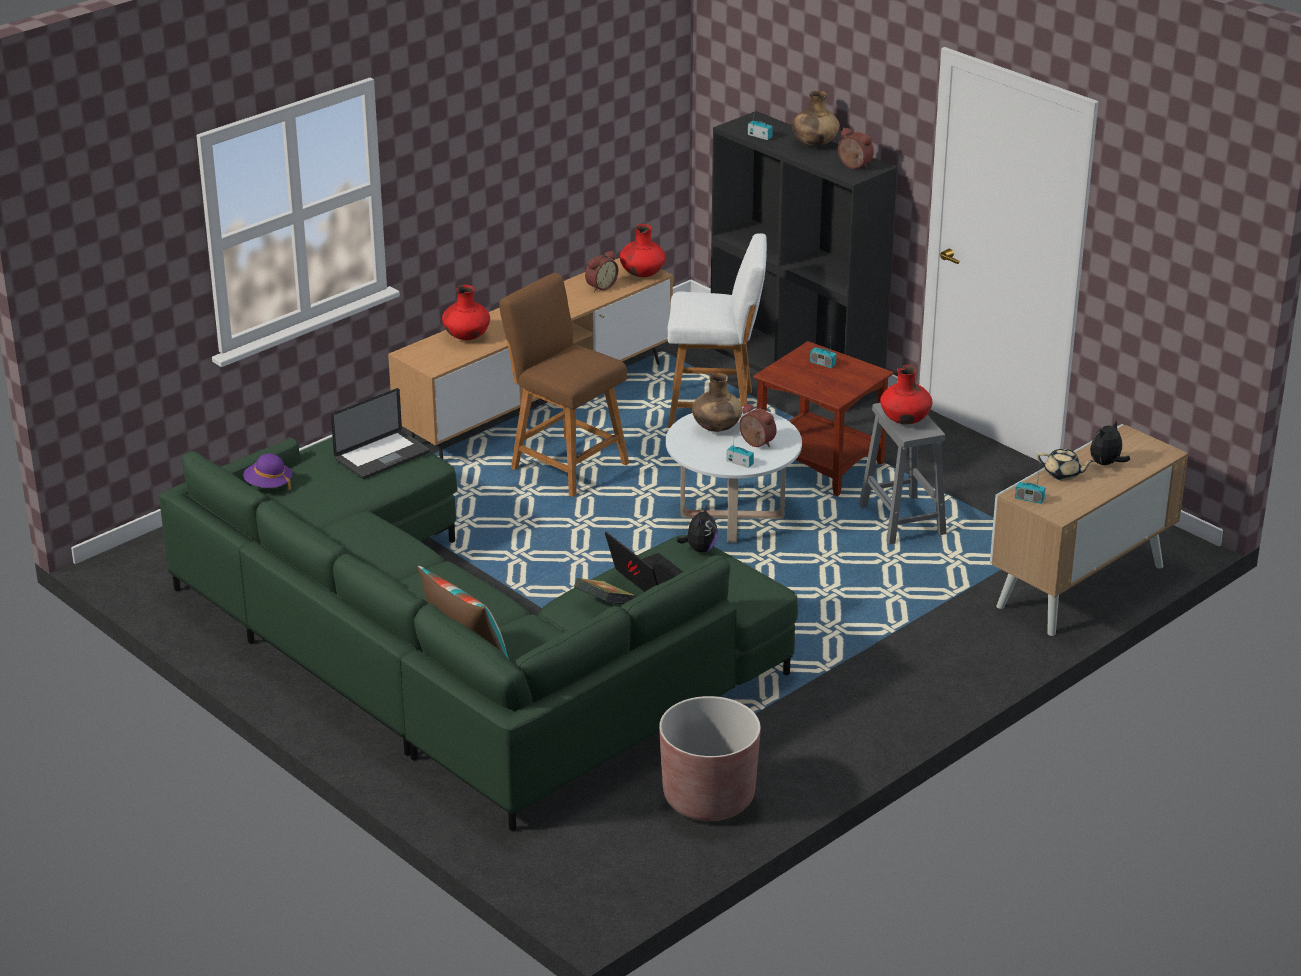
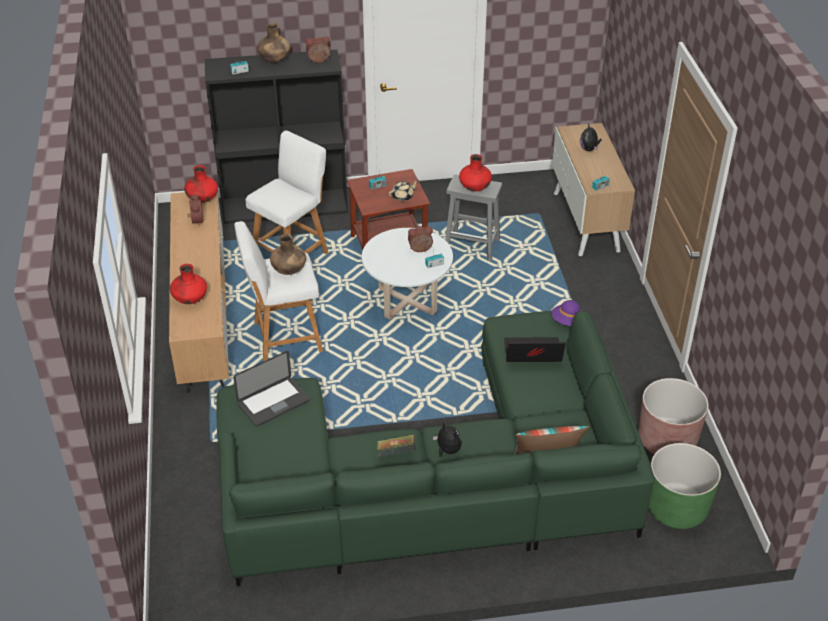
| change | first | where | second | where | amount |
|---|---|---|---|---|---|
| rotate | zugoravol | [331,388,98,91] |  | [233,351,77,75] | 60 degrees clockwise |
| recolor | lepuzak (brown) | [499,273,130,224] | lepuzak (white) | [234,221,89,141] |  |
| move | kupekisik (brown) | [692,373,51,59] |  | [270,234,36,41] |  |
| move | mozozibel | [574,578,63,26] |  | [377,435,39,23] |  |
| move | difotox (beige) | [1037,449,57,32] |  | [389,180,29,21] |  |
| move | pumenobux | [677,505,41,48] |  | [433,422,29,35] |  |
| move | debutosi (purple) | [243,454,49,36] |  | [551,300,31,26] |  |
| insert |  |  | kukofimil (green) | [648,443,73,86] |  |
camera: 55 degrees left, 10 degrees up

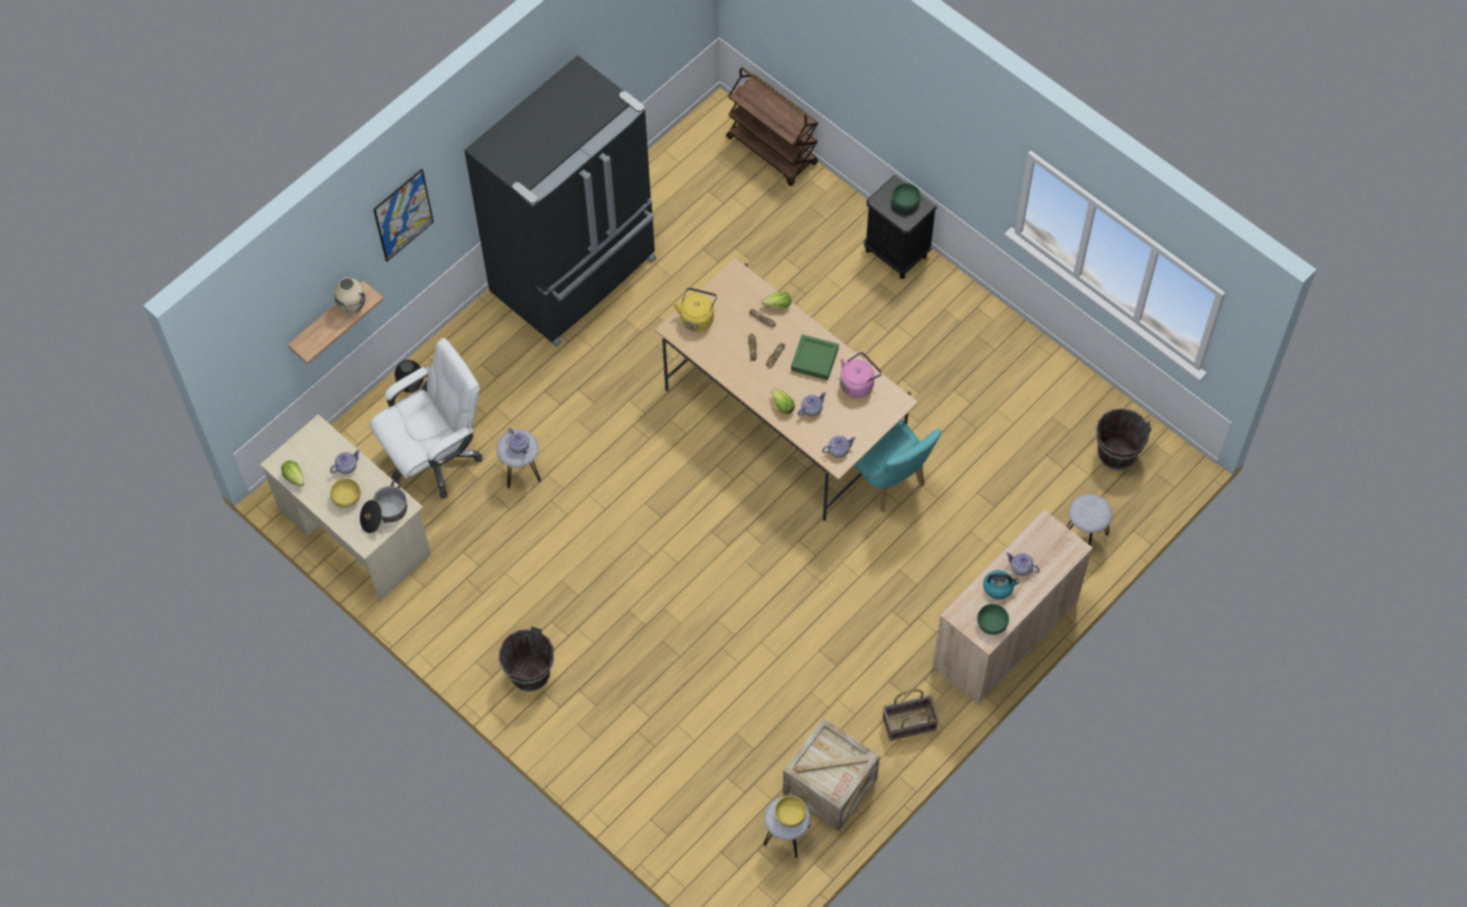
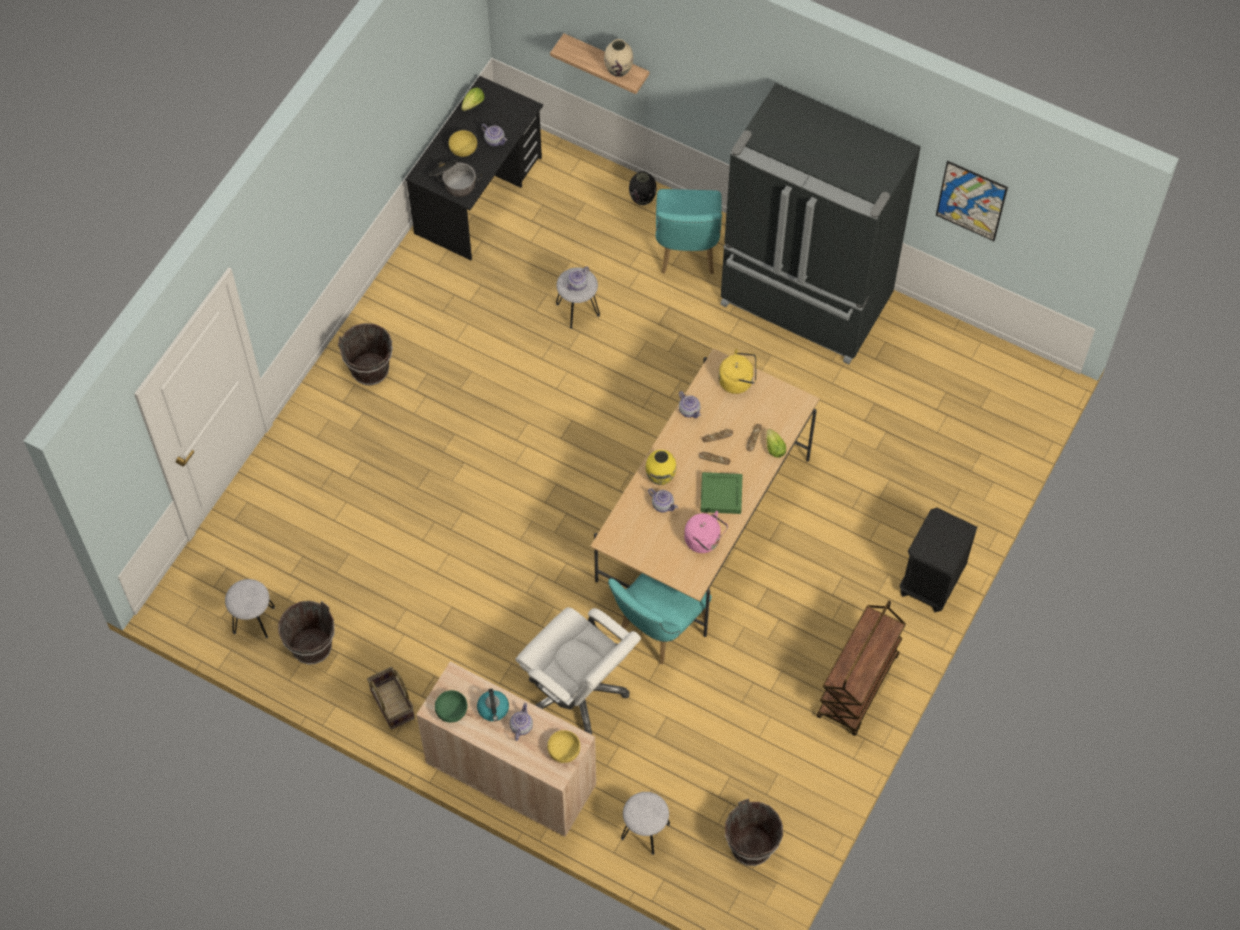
| change | first | where | second | where | amount |
|---|---|---|---|---|---|
| replace | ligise | [783,718,97,114] | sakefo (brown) | [278,601,57,63] |  |
| recolor | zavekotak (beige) | [260,414,171,187] | zavekotak (black) | [405,76,138,184] |  |
| move | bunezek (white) | [370,338,113,161] |  | [515,607,126,128] |  |
| move | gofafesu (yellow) | [775,796,32,31] |  | [547,730,33,33] |  |
| replace | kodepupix | [771,388,24,26] | kupekisik (yellow) | [646,450,30,35] |  |
| insert |  |  | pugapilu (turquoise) | [656,189,66,85] |  |
| move | difotox | [822,436,34,22] |  | [679,391,22,27] |  |
| move | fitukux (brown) | [726,67,92,119] |  | [816,600,90,136] |  |
| move | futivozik | [373,169,61,92] |  | [936,161,72,80] |  |
| delete | gofafesu (green) | [892,183,29,27] |  |  |  |
camera: 75 degrees right, 0 degrees up

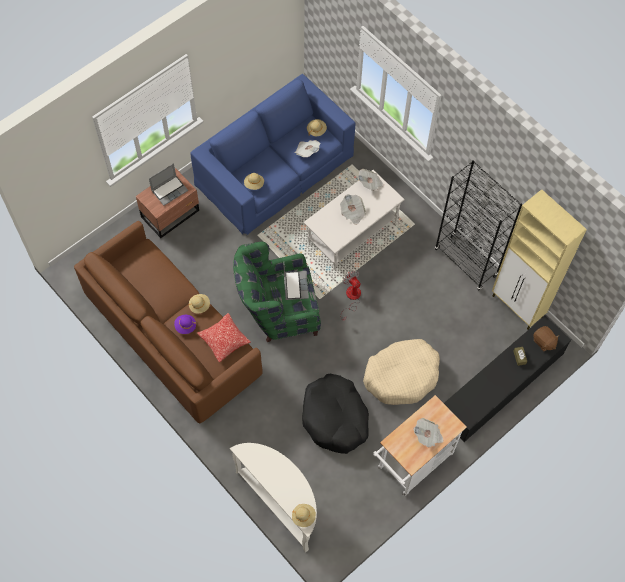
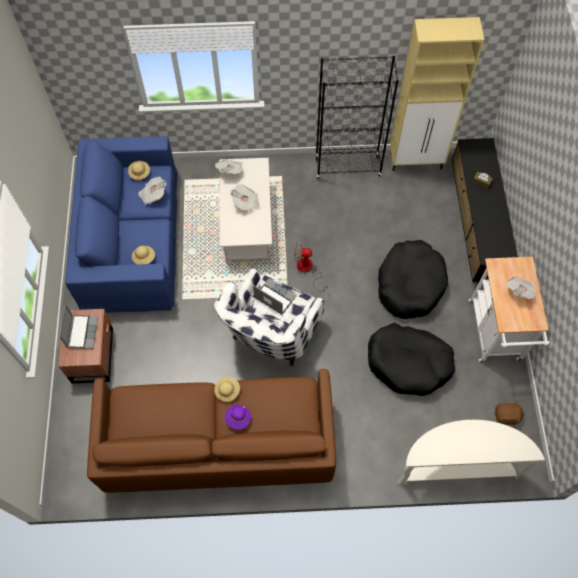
| change | first | where | second | where | amount |
|---|---|---|---|---|---|
| recolor | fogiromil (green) | [233,242,88,100] | fogiromil (white) | [214,269,110,97] |  |
| recolor | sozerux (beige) | [363,339,77,66] | sozerux (black) | [378,240,70,79] |  |
| move | pumenobux (brown) | [533,326,26,25] |  | [495,401,30,24] |  |
| delete | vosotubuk | [197,313,53,49] |  |  |  |
| delete | debutosi (beige) | [292,504,24,23] |  |  |  |
camera: 50 degrees left, 0 degrees up

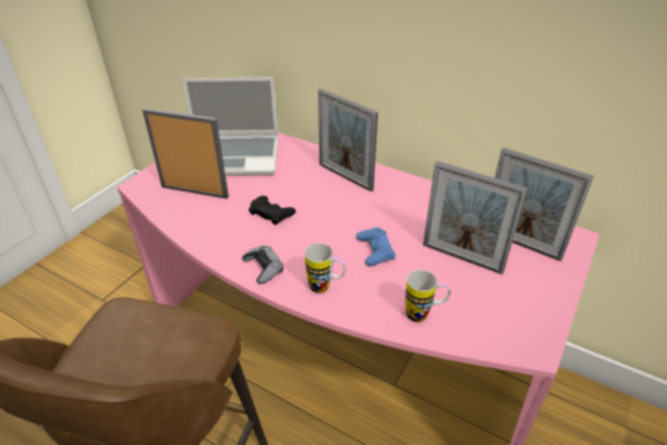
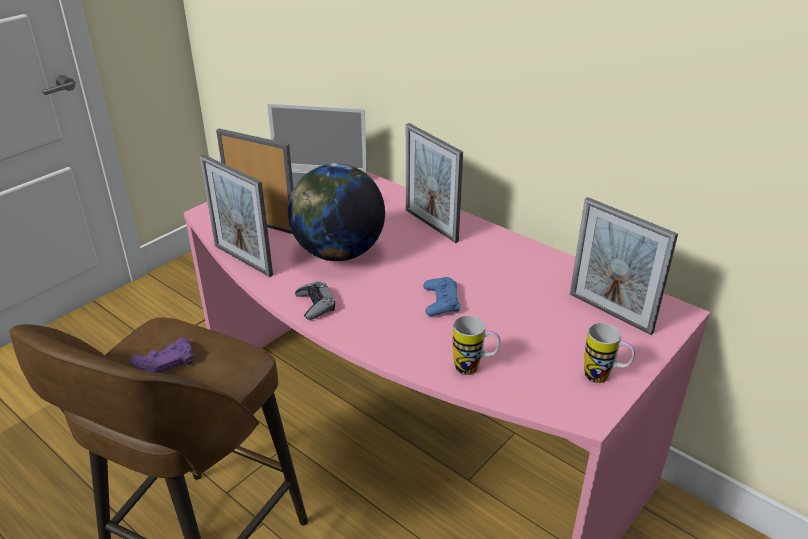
| change | first | where | second | where | amount |
|---|---|---|---|---|---|
| insert |  |  | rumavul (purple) | [130,337,63,36] |  |
| move | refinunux | [423,161,105,114] |  | [200,154,73,123] |  |
| replace | rumavul (black) | [249,196,47,29] | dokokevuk | [288,163,97,98] |  |
| move | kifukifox | [305,243,41,50] |  | [584,323,51,60] |  |
camera: 10 degrees right, 5 degrees down

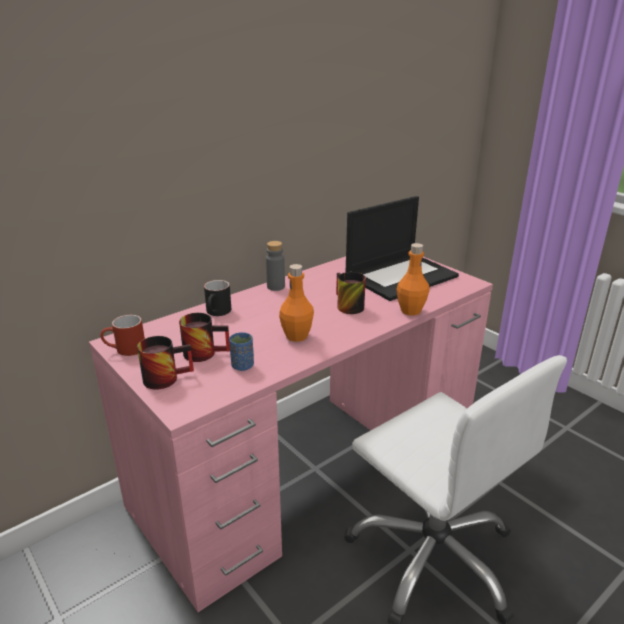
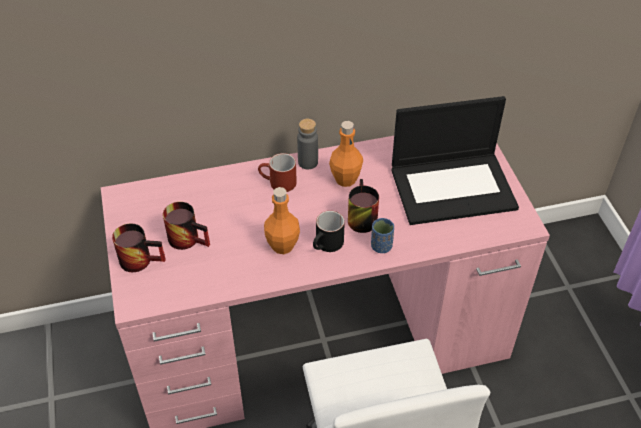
| change | first | where | second | where | amount |
|---|---|---|---|---|---|
| move | kifukifox (red) | [100,315,45,41] |  | [258,153,39,39] |  |
| move | kifukifox (black) | [204,280,27,36] |  | [313,211,32,41] |  |
| move | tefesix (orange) | [397,243,33,73] |  | [329,121,34,66] |  |
| move | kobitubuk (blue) | [229,332,25,39] |  | [371,218,23,35] |  |
camera: 25 degrees right, 20 degrees up

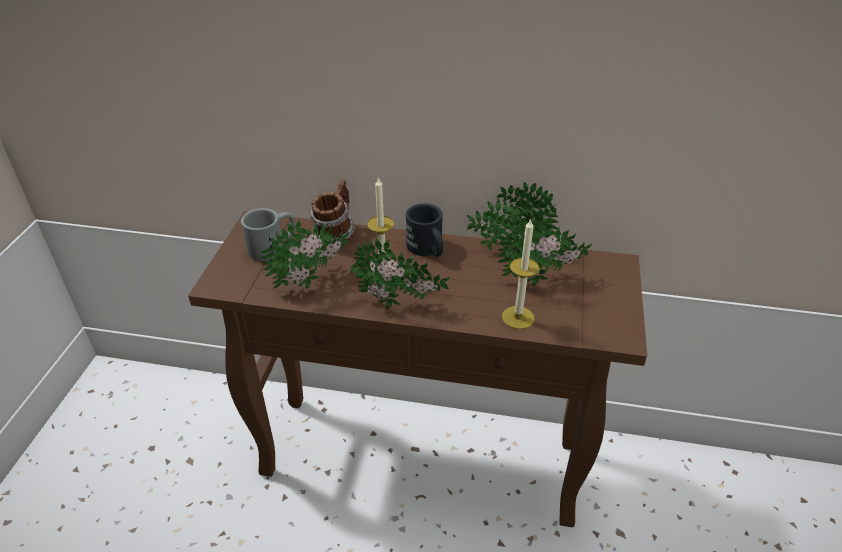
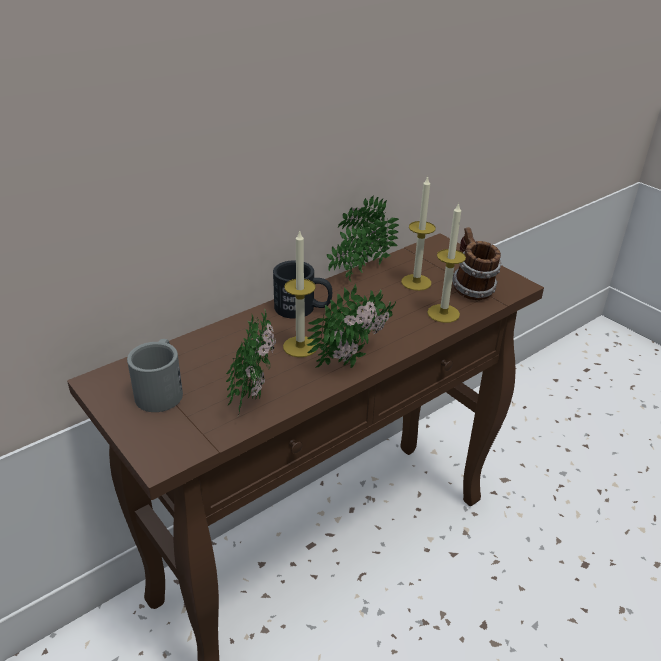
| change | first | where | second | where | amount |
|---|---|---|---|---|---|
| replace | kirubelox | [497,217,95,69] | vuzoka | [401,176,35,115] |  |
| move | kifukifox | [310,179,45,65] |  | [452,227,49,73] |  |
camera: 50 degrees left, 5 degrees down

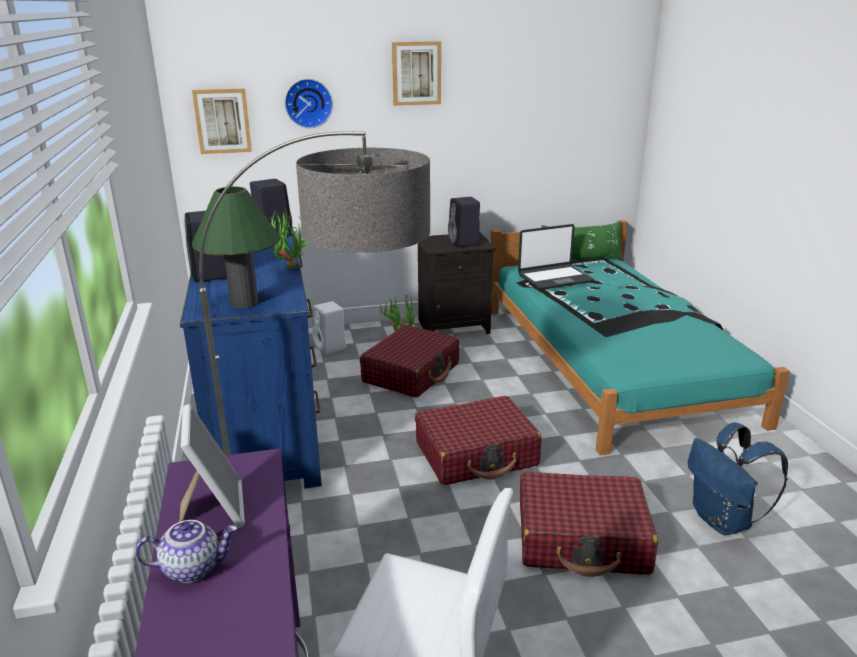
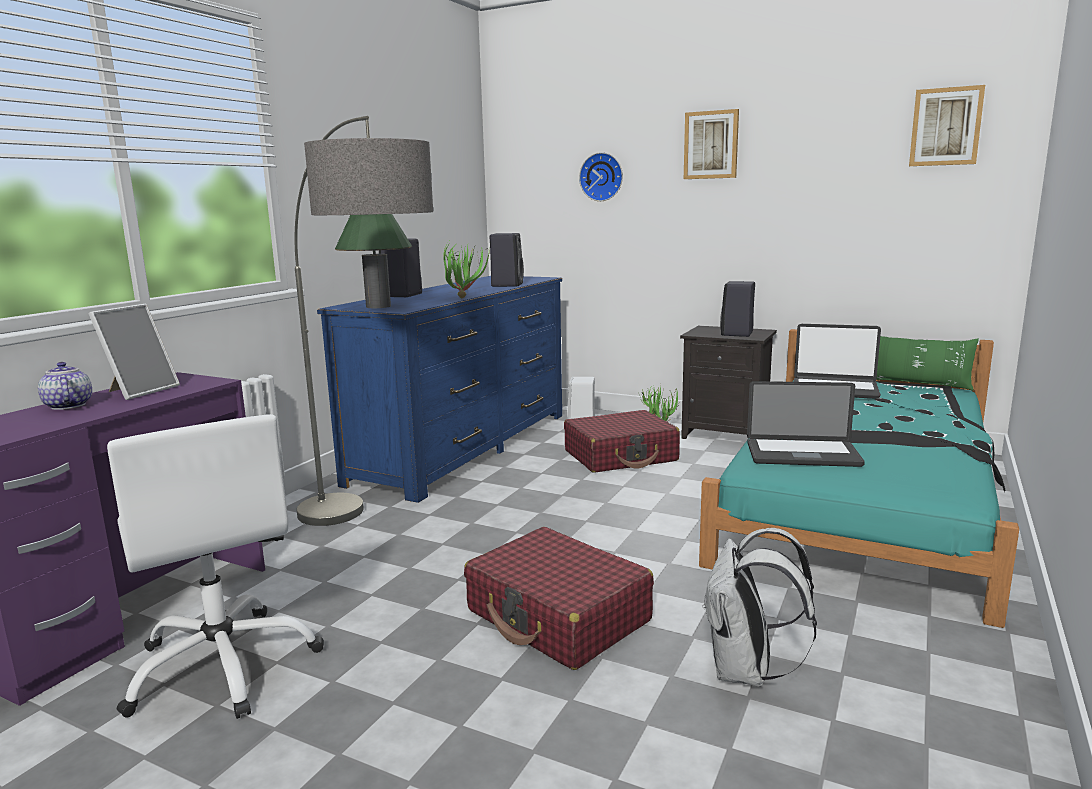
| change | first | where | second | where | amount |
|---|---|---|---|---|---|
| rotate | difotox | [135,520,103,63] |  | [38,362,54,48] | 150 degrees counterclockwise |
| recolor | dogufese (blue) | [688,422,100,113] | dogufese (white) | [702,528,115,158] |  |
| insert |  |  | zugoravol | [747,381,118,86] |  |
| move | futivozik | [192,88,60,66] |  | [909,85,76,81] |  |
| delete | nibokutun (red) | [415,396,126,89] |  |  |  |
camera: 40 degrees right, 10 degrees down

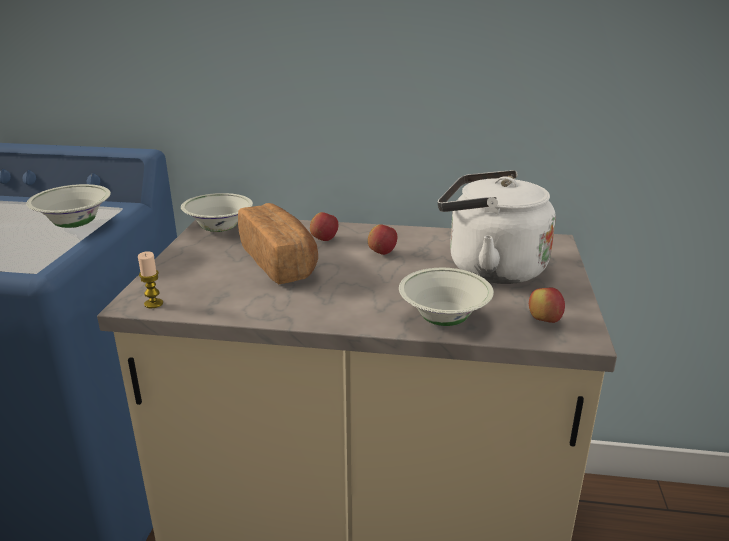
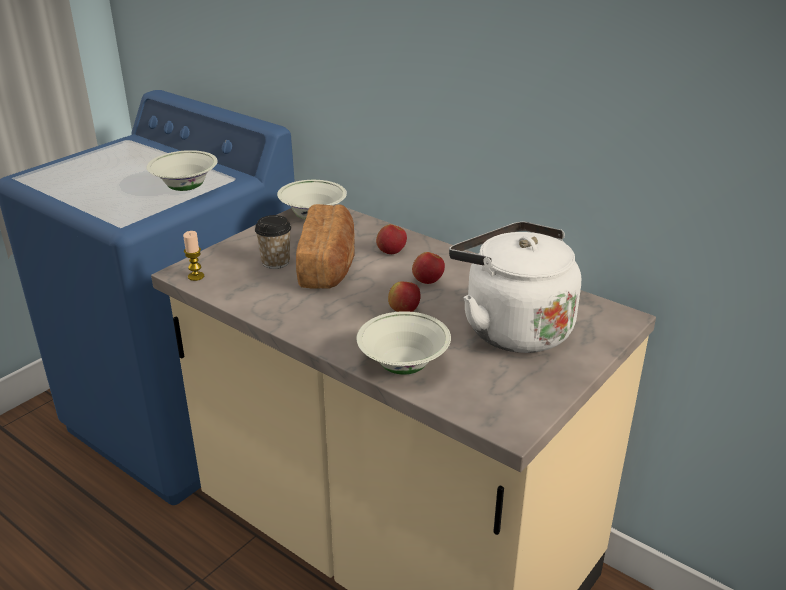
| change | first | where | second | where | amount |
|---|---|---|---|---|---|
| insert |  |  | kobitubuk | [255,215,36,54] |  |
| move | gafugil | [529,288,36,35] |  | [388,282,33,30] |  |
camera: 30 degrees right, 5 degrees up

